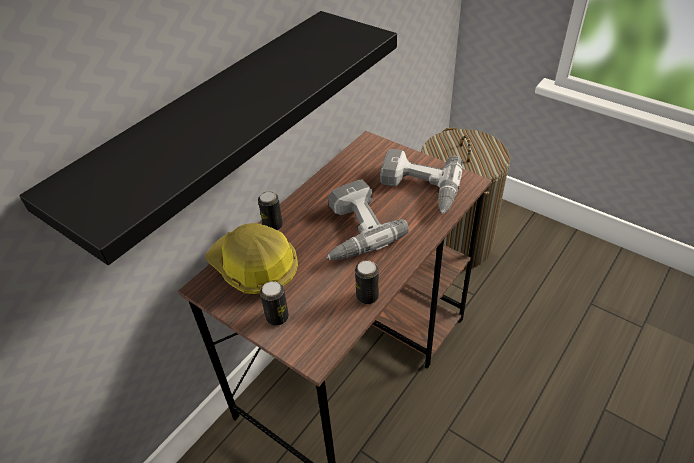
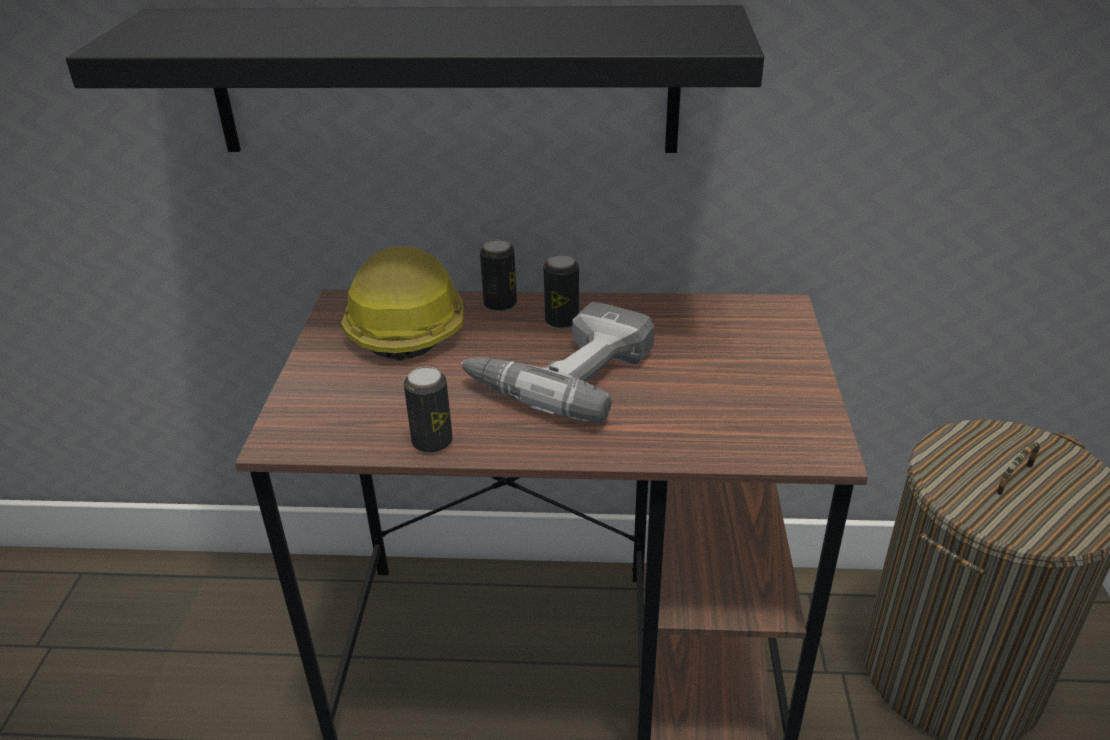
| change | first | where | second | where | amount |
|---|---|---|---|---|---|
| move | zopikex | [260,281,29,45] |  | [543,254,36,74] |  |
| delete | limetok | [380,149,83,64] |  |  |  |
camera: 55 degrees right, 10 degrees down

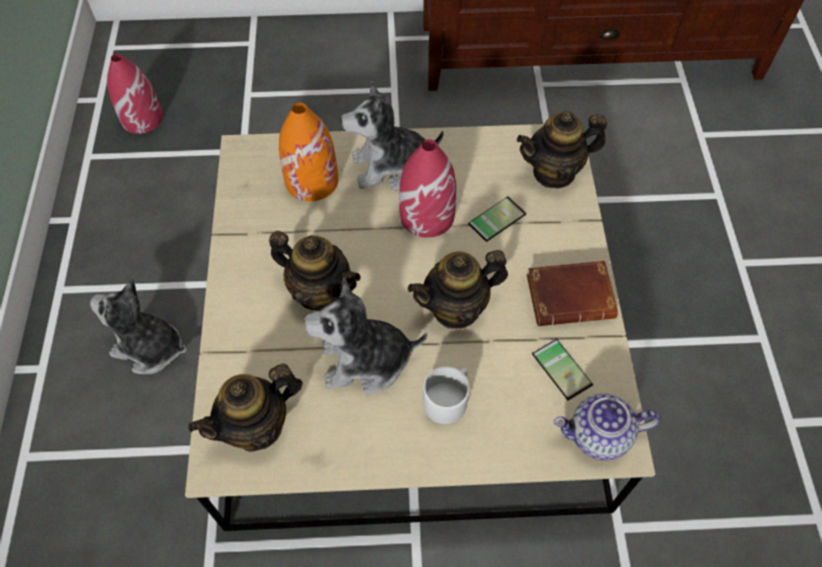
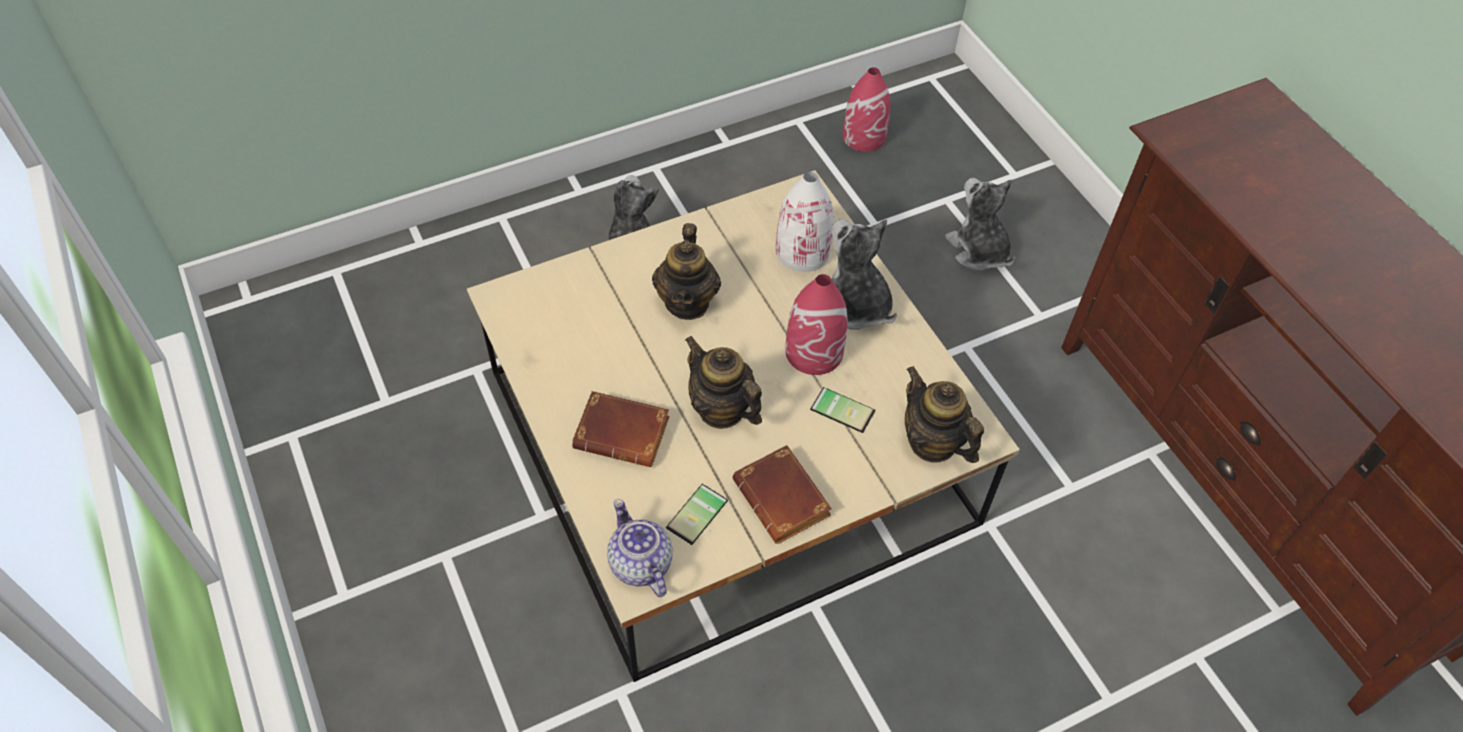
| change | first | where | second | where | amount |
|---|---|---|---|---|---|
| replace | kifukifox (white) | [423,367,47,57] | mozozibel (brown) | [572,391,98,76] |  |
| recolor | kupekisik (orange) | [279,103,59,98] | kupekisik (white) | [776,172,58,100] |  |
| move | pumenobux | [304,277,123,117] |  | [945,178,70,93] |  |
| delete | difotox | [188,363,115,89] |  |  |  |
camera: 65 degrees right, 5 degrees down

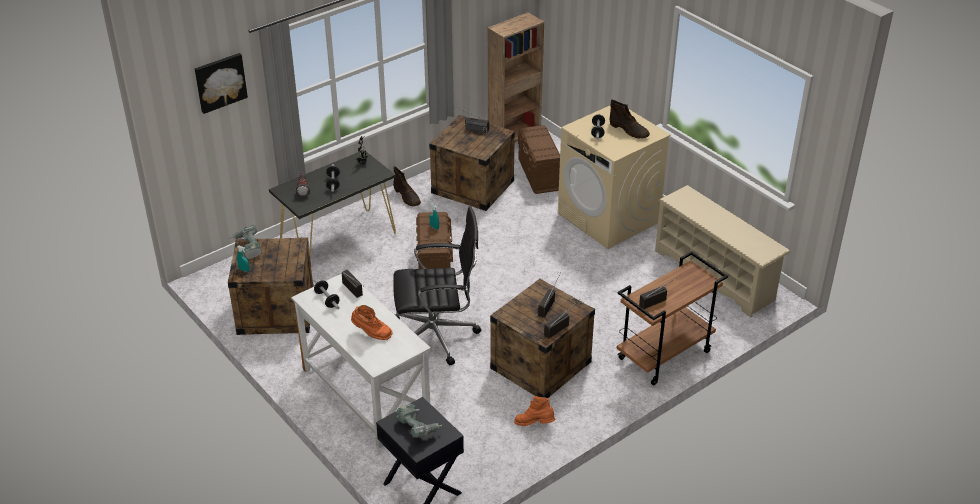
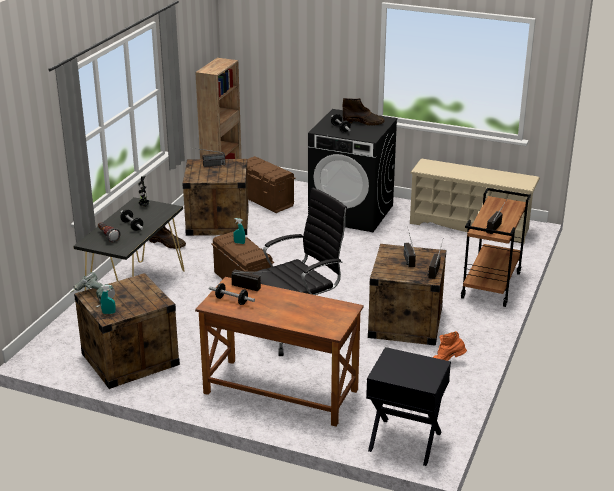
| change | first | where | second | where | amount |
|---|---|---|---|---|---|
| recolor | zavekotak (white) | [291,274,140,174] | zavekotak (brown) | [195,277,169,149] |  |
| recolor | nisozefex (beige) | [558,105,113,144] | nisozefex (black) | [308,109,90,123] |  |
| delete | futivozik | [195,53,53,61] |  |  |  |
| delete | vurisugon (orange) | [351,305,41,35] |  |  |  |
| delete | limetok | [396,404,47,34] |  |  |  |
camera: 30 degrees left, 10 degrees down

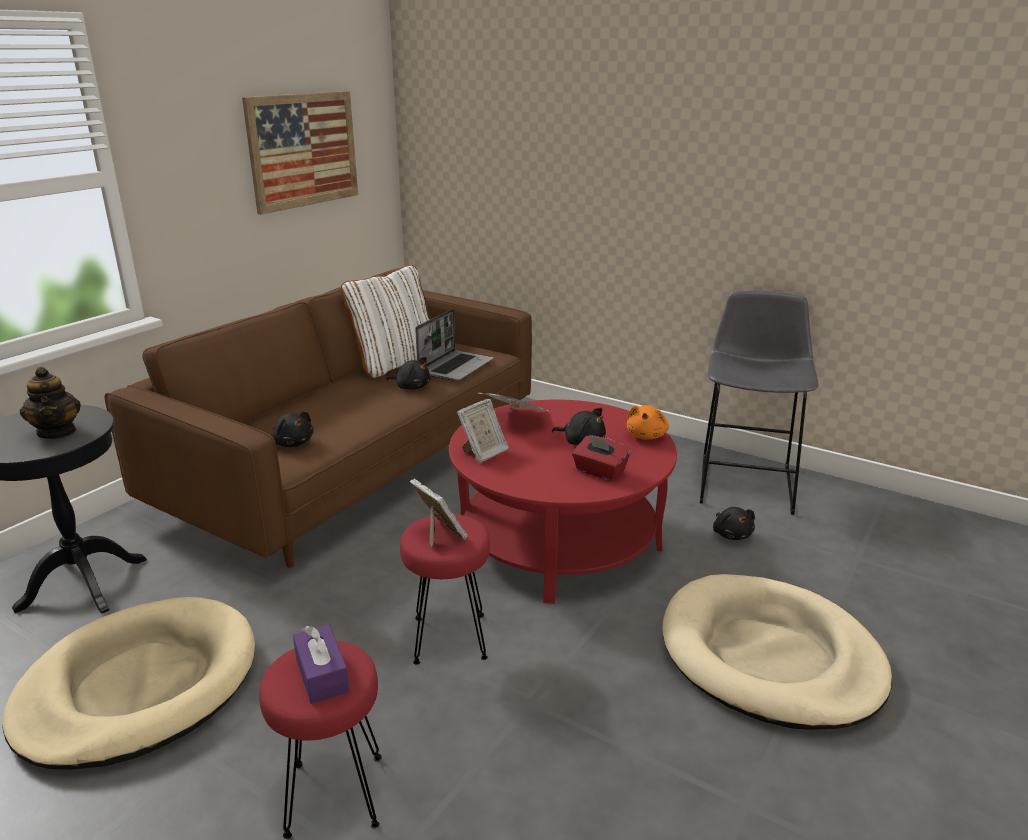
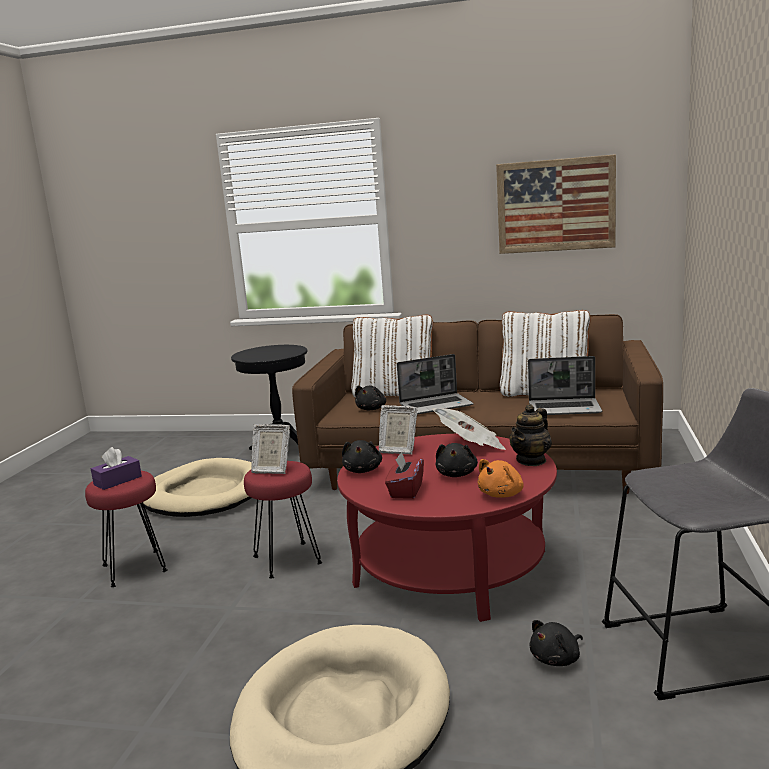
| change | first | where | second | where | amount |
|---|---|---|---|---|---|
| rotate | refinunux | [410,478,58,70] |  | [251,424,39,50] | 75 degrees clockwise |
| move | pumenobux (black) | [387,357,44,33] |  | [342,440,40,33] |  |
| insert |  |  | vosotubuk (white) | [351,315,82,83] |  |
| insert |  |  | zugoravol | [397,354,76,61] |  |
| rotate | pumenobux (orange) | [627,405,42,35] |  | [478,459,46,39] | 45 degrees counterclockwise |
| move | difotox | [20,367,61,72] |  | [510,404,42,62] |  |
camera: 70 degrees right, 10 degrees down

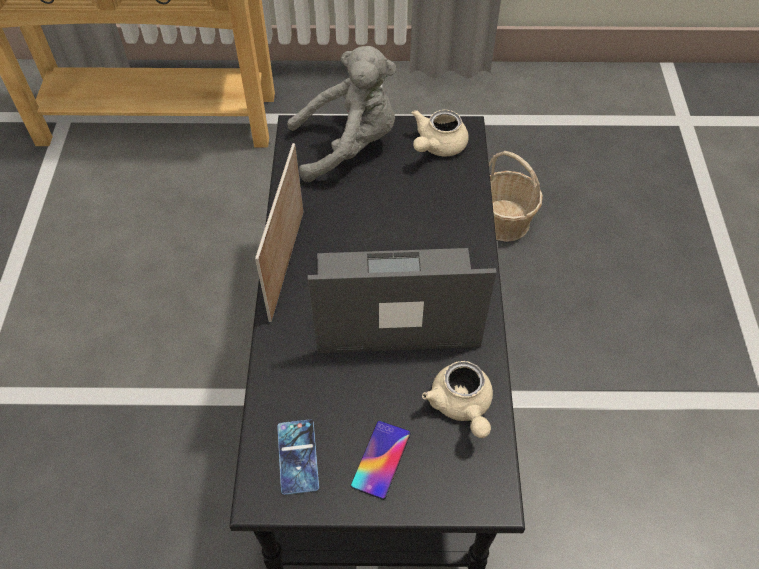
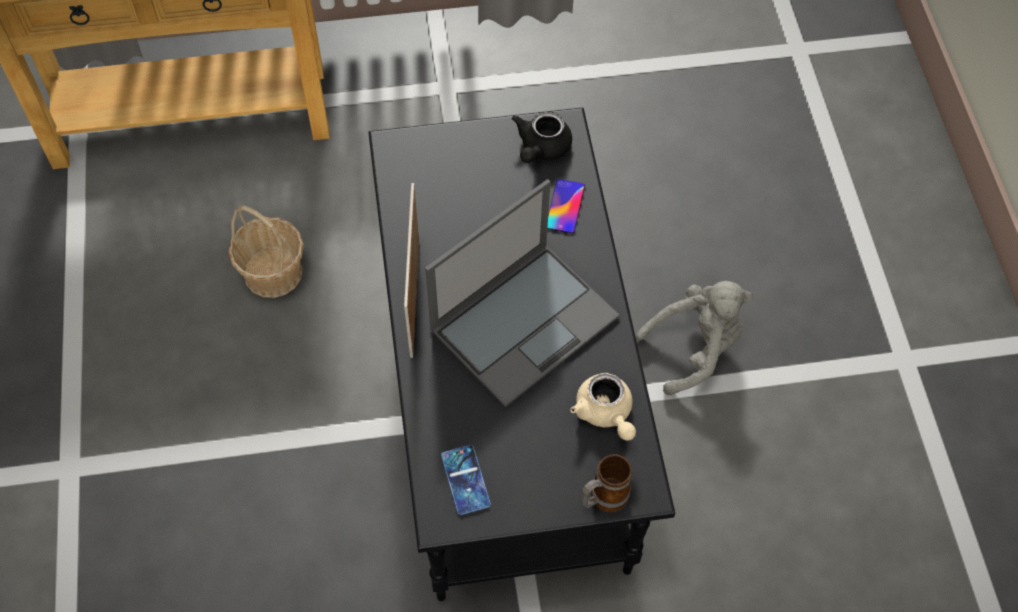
| change | first | where | second | where | amount |
|---|---|---|---|---|---|
| move | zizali | [489,151,54,91] |  | [229,205,75,93] |  |
| rotate | zugoravol | [308,248,188,105] |  | [425,179,194,228] | 150 degrees clockwise |
| recolor | difotox (beige) | [412,110,57,46] | difotox (black) | [512,112,60,51] |  |
| move | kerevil | [351,421,60,79] |  | [547,179,38,55] |  |
| insert |  |  | kifukifox | [582,454,50,58] |  |
| move | pumenobux (grey) | [287,46,109,136] |  | [635,281,118,114] |  |
camera: 10 degrees left, 5 degrees up

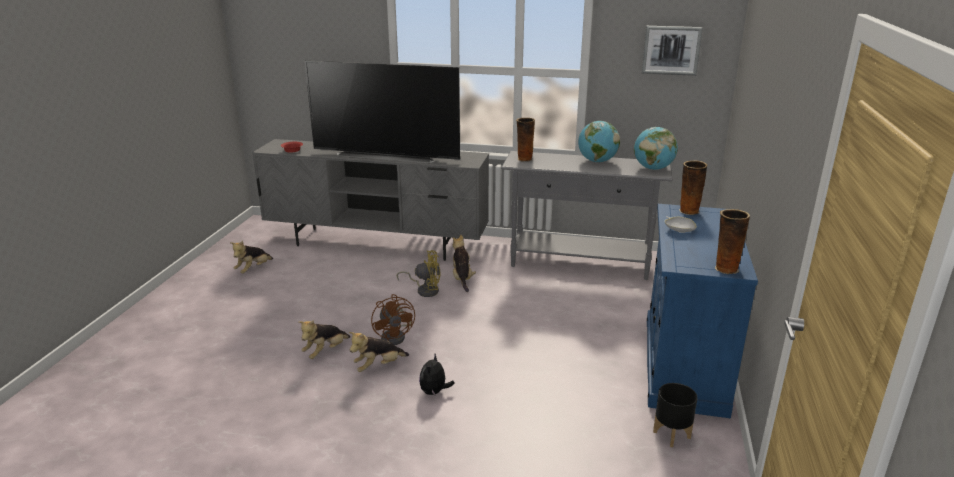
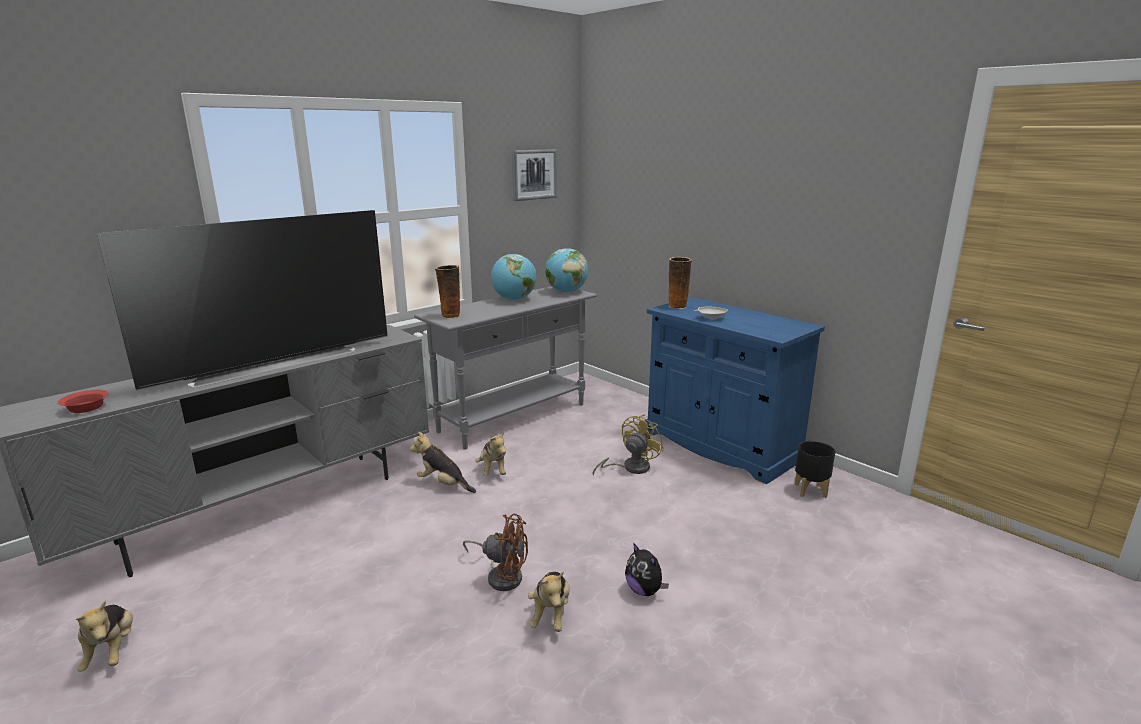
| change | first | where | second | where | amount |
|---|---|---|---|---|---|
| move | pumenobux | [299,320,51,39] |  | [475,431,31,45] |  |
| move | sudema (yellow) | [397,250,44,47] |  | [593,414,71,62] |  |
| delete | kupekisik | [715,209,35,65] |  |  |  |
camera: 55 degrees left, 5 degrees down

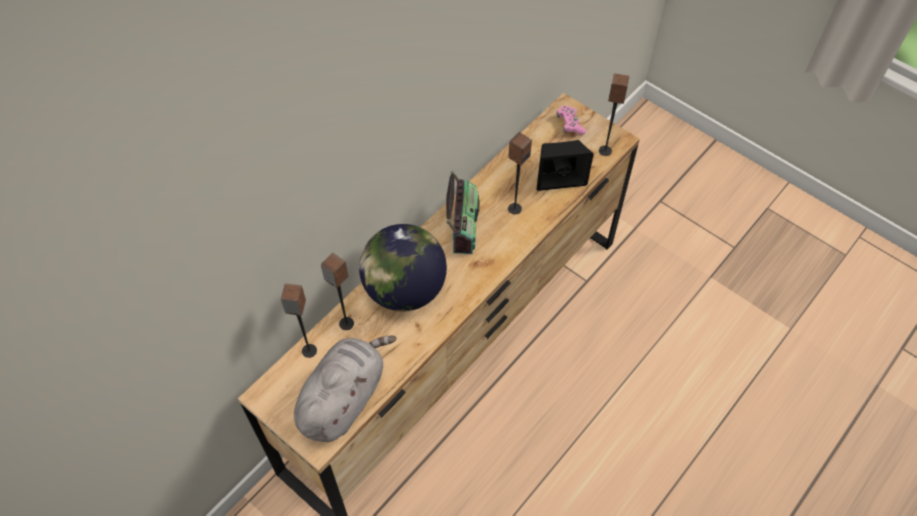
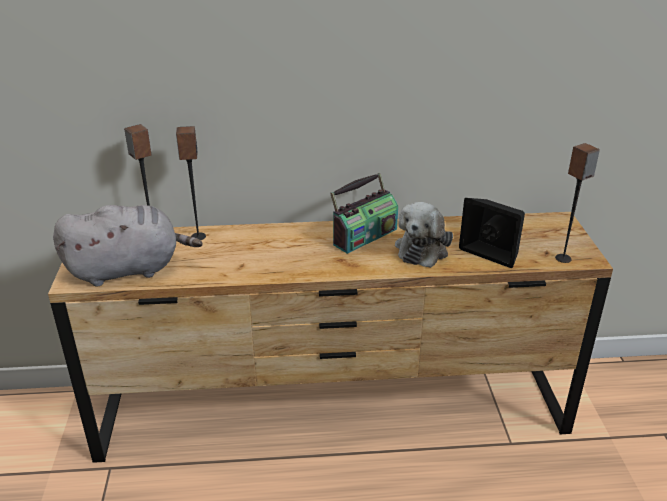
| change | first | where | second | where | amount |
|---|---|---|---|---|---|
| replace | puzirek | [508,132,24,82] | pumenobux | [395,202,58,66] |  |
| delete | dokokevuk | [359,224,88,87] |  |  |  |
| delete | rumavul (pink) | [557,105,29,30] |  |  |  |
camera: 45 degrees right, 25 degrees down

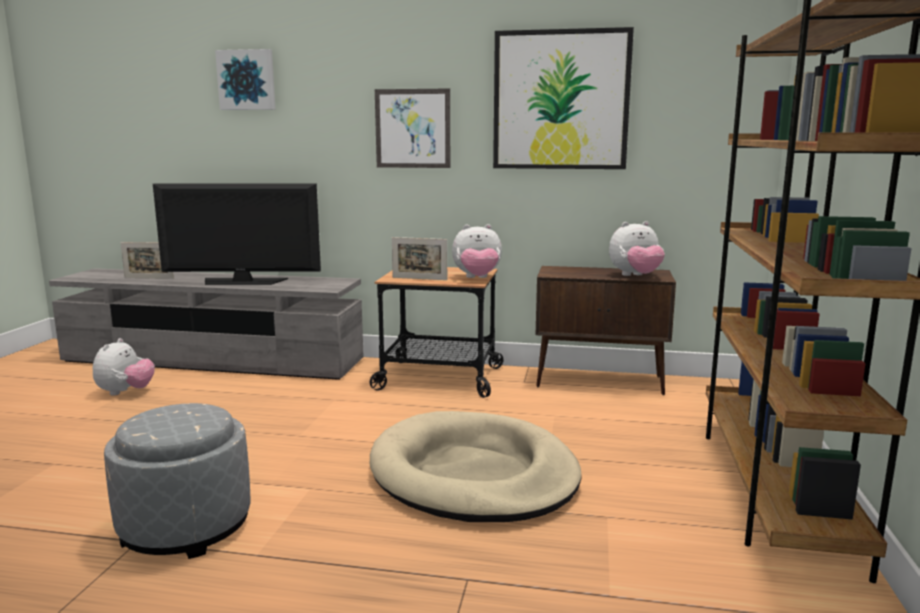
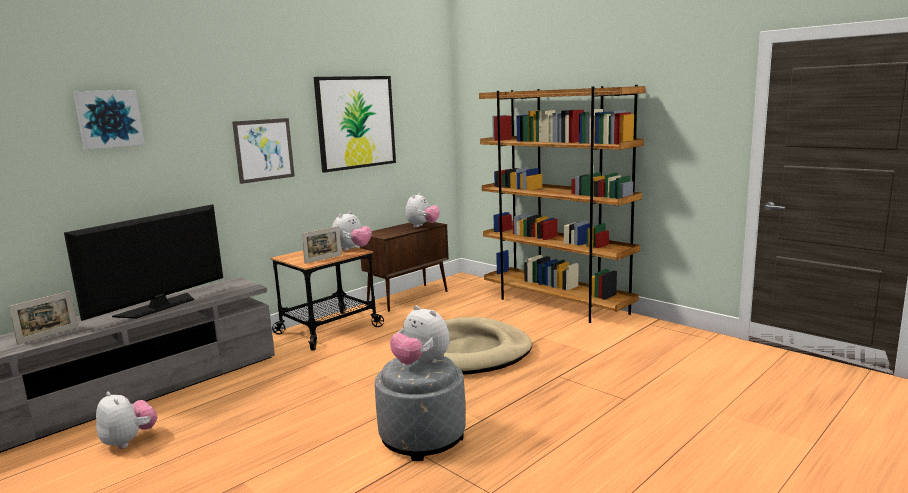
| change | first | where | second | where | amount |
|---|---|---|---|---|---|
| insert |  |  | pumenobux | [390,305,60,60] |  |
camera: 55 degrees left, 0 degrees up

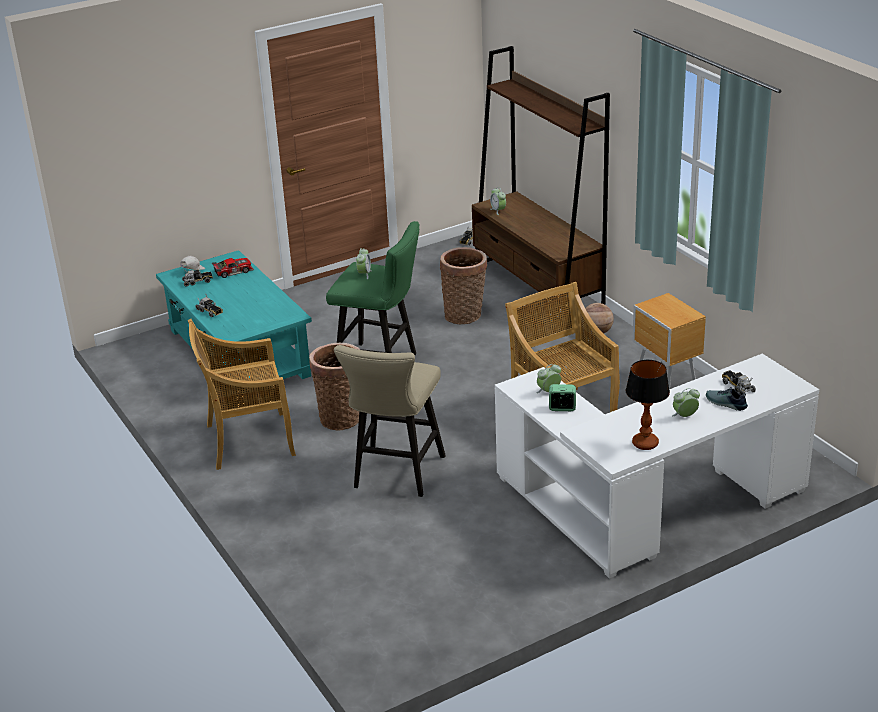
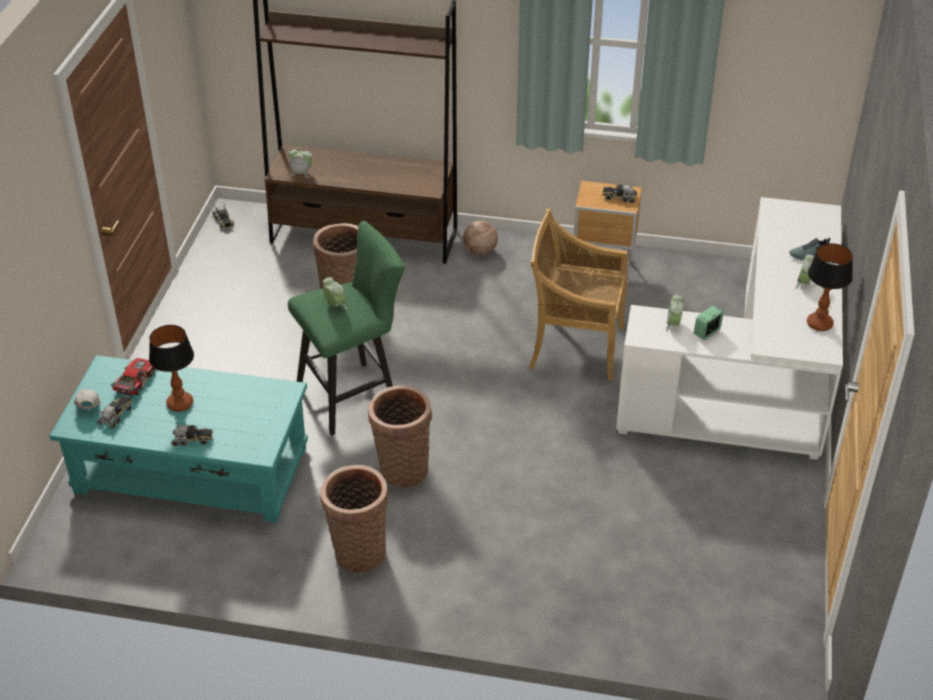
| change | first | where | second | where | amount |
|---|---|---|---|---|---|
| insert |  |  | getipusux | [149,325,45,87] |  |
| replace | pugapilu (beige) | [188,319,108,151] | zizali | [320,465,68,108] |  |
| move | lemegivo | [722,370,34,25] |  | [603,184,34,19] |  |
| delete | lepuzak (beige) | [334,345,112,152] |  |  |  |
camera: 50 degrees left, 10 degrees up

